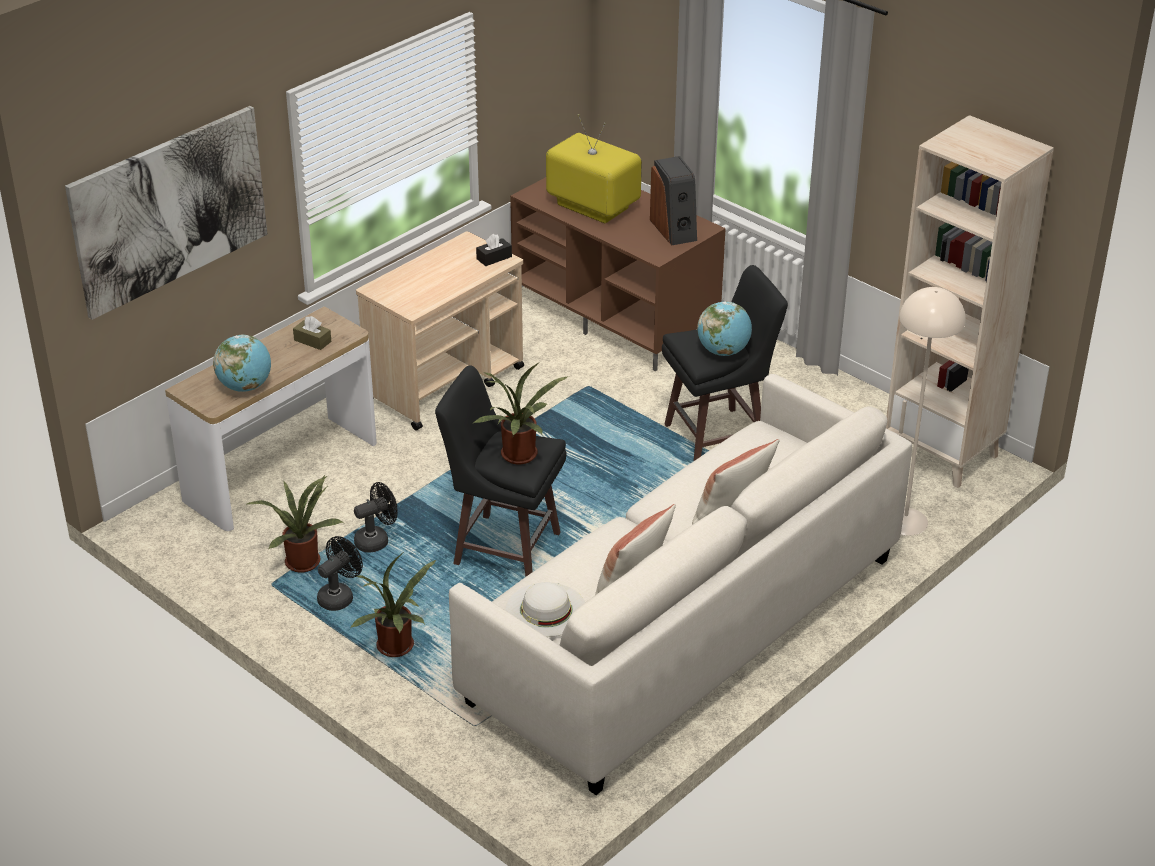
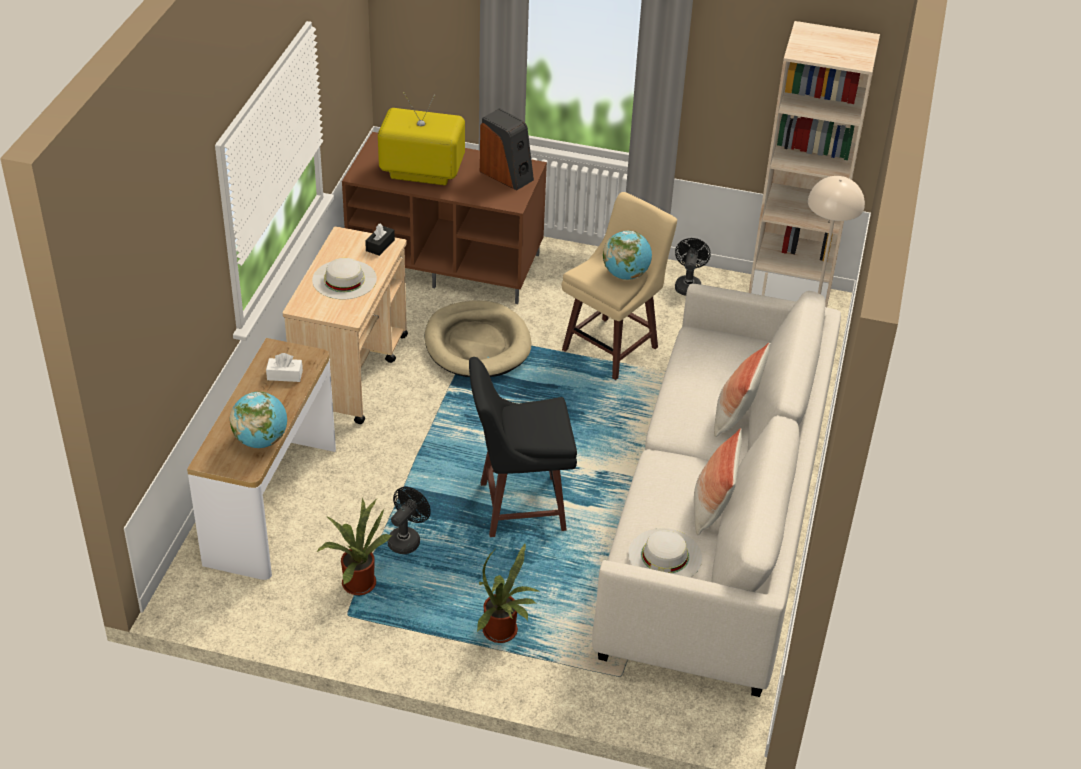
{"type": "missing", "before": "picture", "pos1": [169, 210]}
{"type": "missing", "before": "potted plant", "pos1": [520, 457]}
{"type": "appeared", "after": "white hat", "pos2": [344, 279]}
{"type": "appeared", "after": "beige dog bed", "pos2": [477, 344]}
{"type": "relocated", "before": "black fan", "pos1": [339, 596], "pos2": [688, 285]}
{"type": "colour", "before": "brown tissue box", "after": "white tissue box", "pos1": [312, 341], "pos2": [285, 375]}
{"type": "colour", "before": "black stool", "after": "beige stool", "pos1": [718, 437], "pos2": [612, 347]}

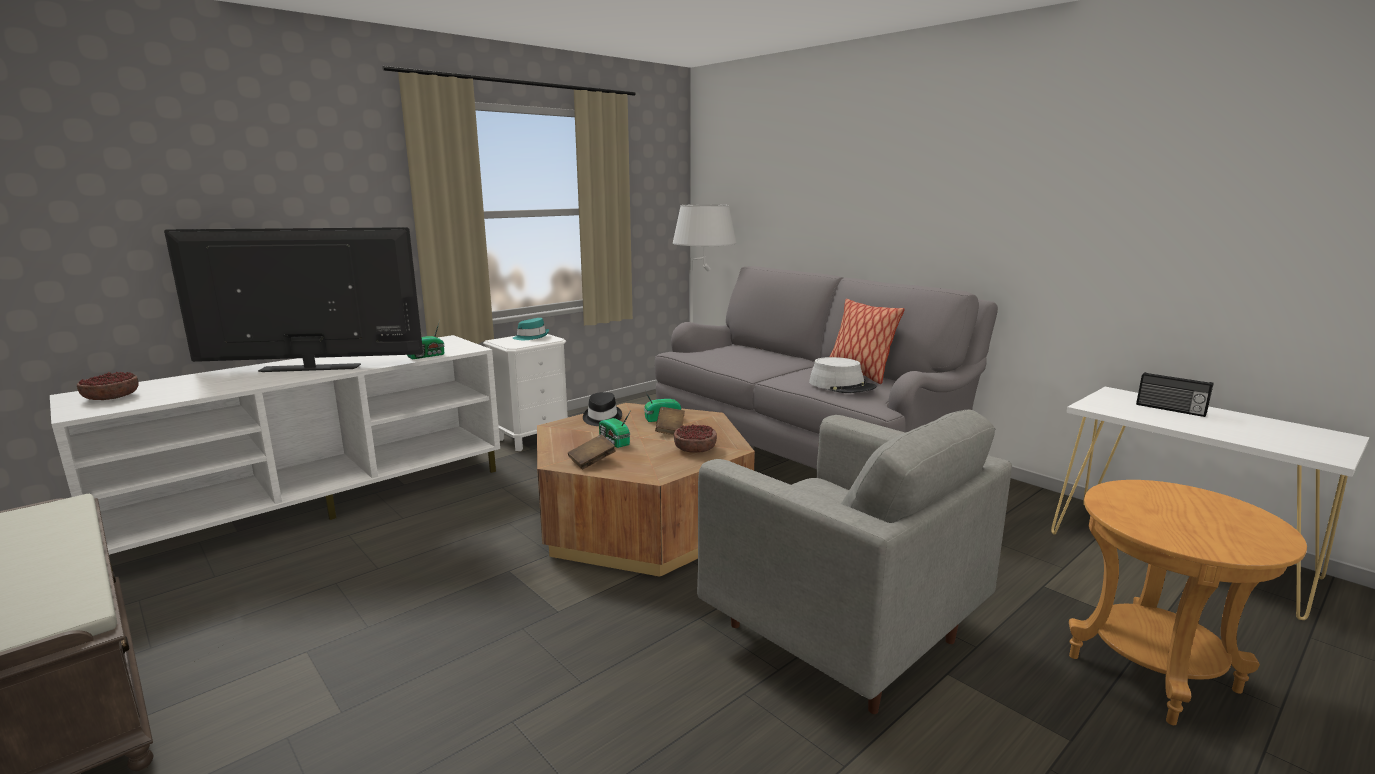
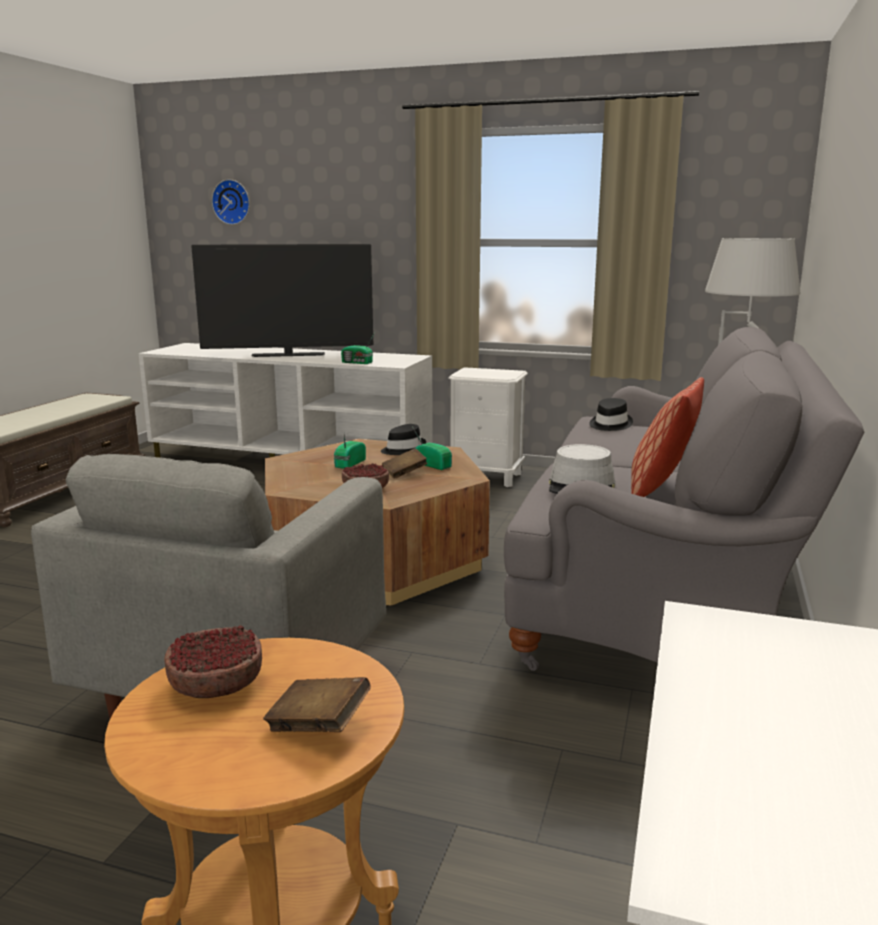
{"type": "missing", "before": "turquoise hat", "pos1": [531, 337]}
{"type": "missing", "before": "radio", "pos1": [1170, 409]}
{"type": "appeared", "after": "wall clock", "pos2": [232, 202]}
{"type": "appeared", "after": "black hat", "pos2": [609, 425]}
{"type": "relocated", "before": "bowl", "pos1": [112, 397], "pos2": [217, 684]}
{"type": "relocated", "before": "brown book", "pos1": [592, 461], "pos2": [318, 726]}
{"type": "spun", "before": "television", "pos1": [310, 368], "pos2": [288, 355], "turn": 120}

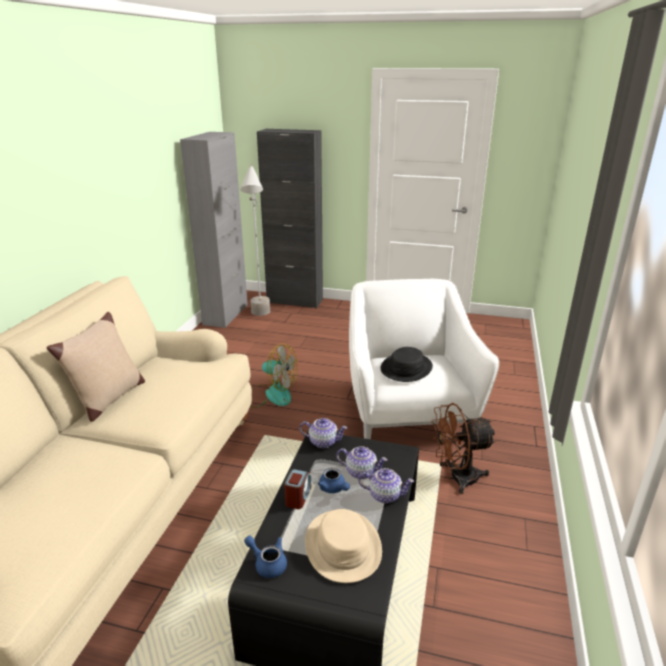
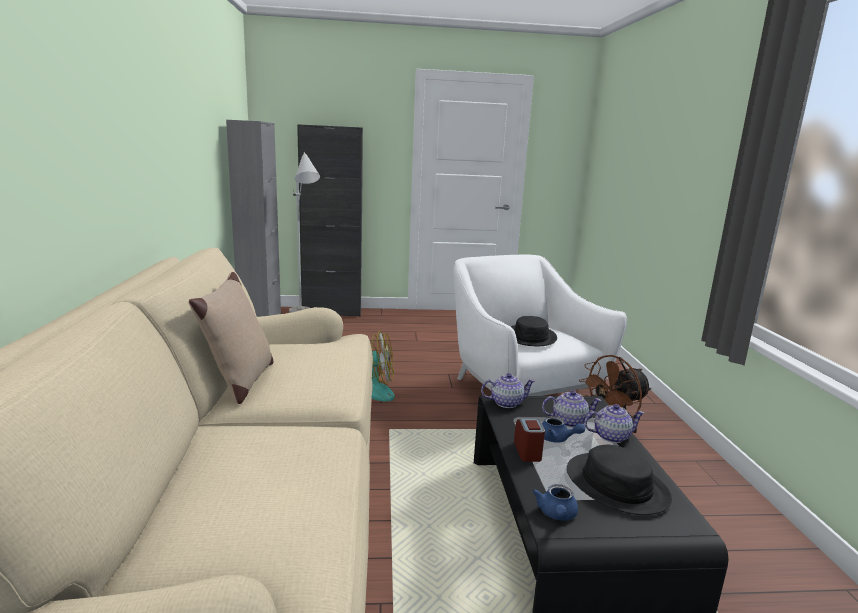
{"type": "colour", "before": "beige hat", "after": "black hat", "pos1": [343, 546], "pos2": [616, 484]}
{"type": "spun", "before": "blue teapot", "pos1": [267, 563], "pos2": [556, 515], "turn": -90}

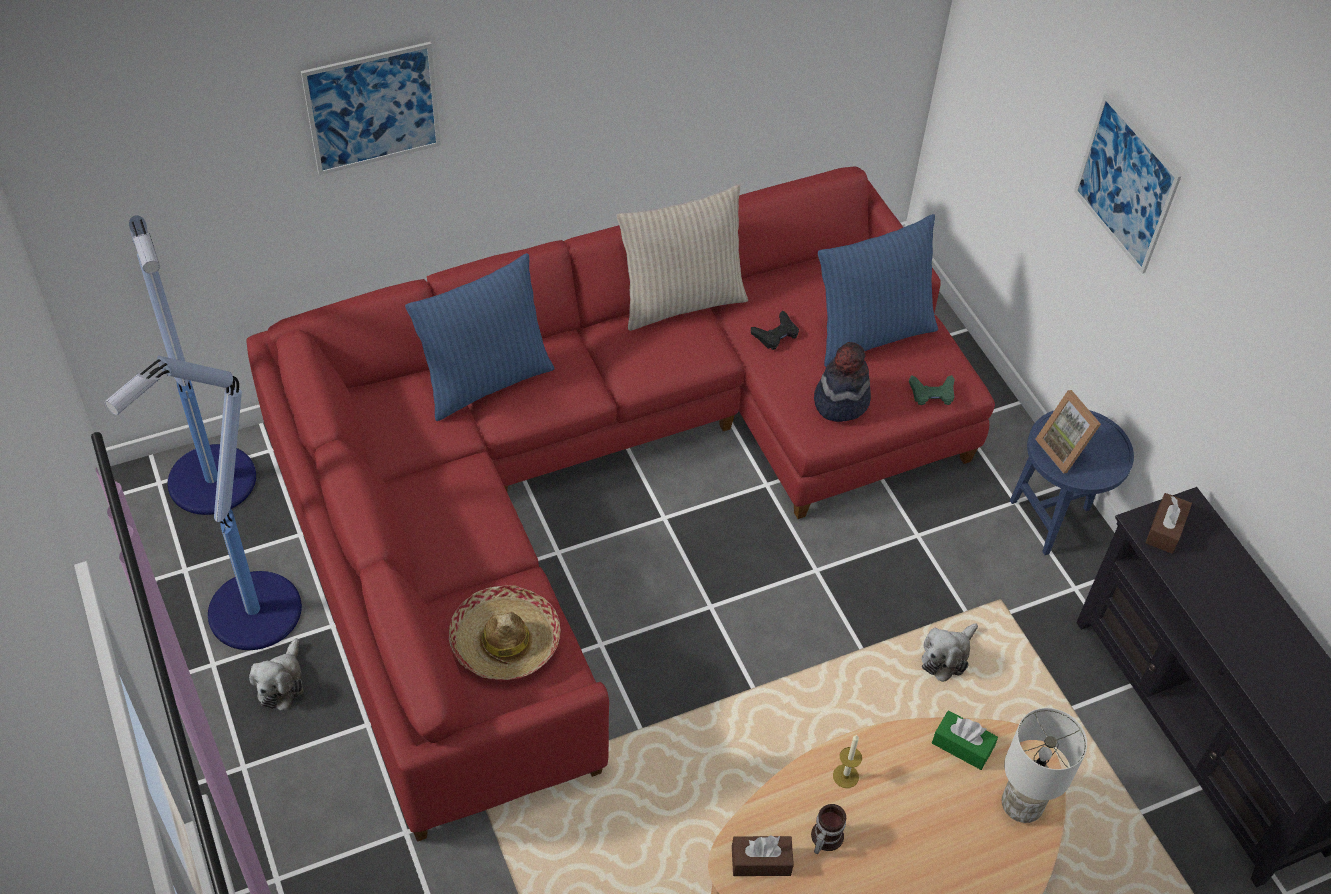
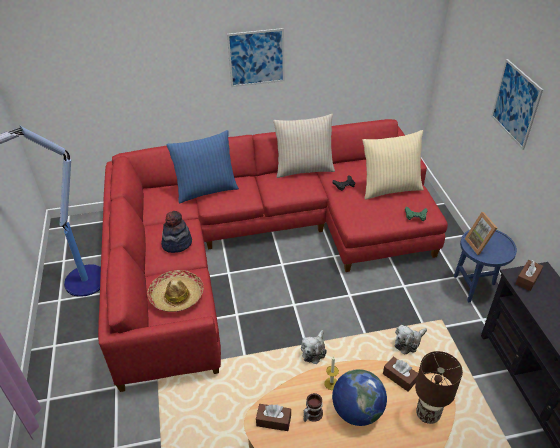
{"type": "missing", "before": "floor lamp", "pos1": [213, 482]}
{"type": "appeared", "after": "globe", "pos2": [357, 411]}
{"type": "relocated", "before": "plush toy", "pos1": [281, 683], "pos2": [314, 351]}
{"type": "relocated", "before": "picture", "pos1": [373, 108], "pos2": [256, 58]}
{"type": "relocated", "before": "hat", "pos1": [840, 401], "pos2": [177, 243]}
{"type": "colour", "before": "blue pillow", "after": "beige pillow", "pos1": [871, 333], "pos2": [390, 188]}
{"type": "colour", "before": "green tissue box", "after": "brown tissue box", "pos1": [962, 745], "pos2": [399, 377]}
{"type": "colour", "before": "white table lamp", "after": "brown table lamp", "pos1": [1020, 805], "pos2": [427, 414]}

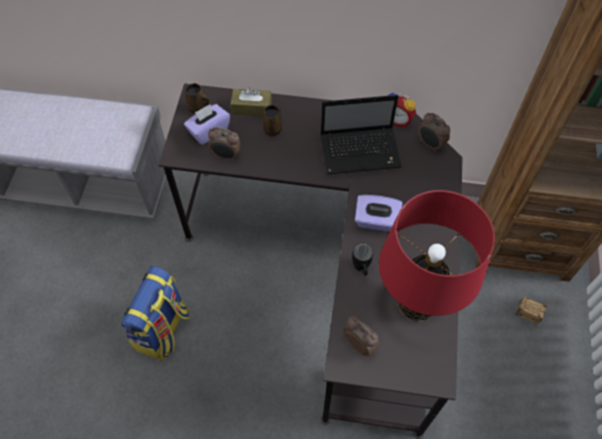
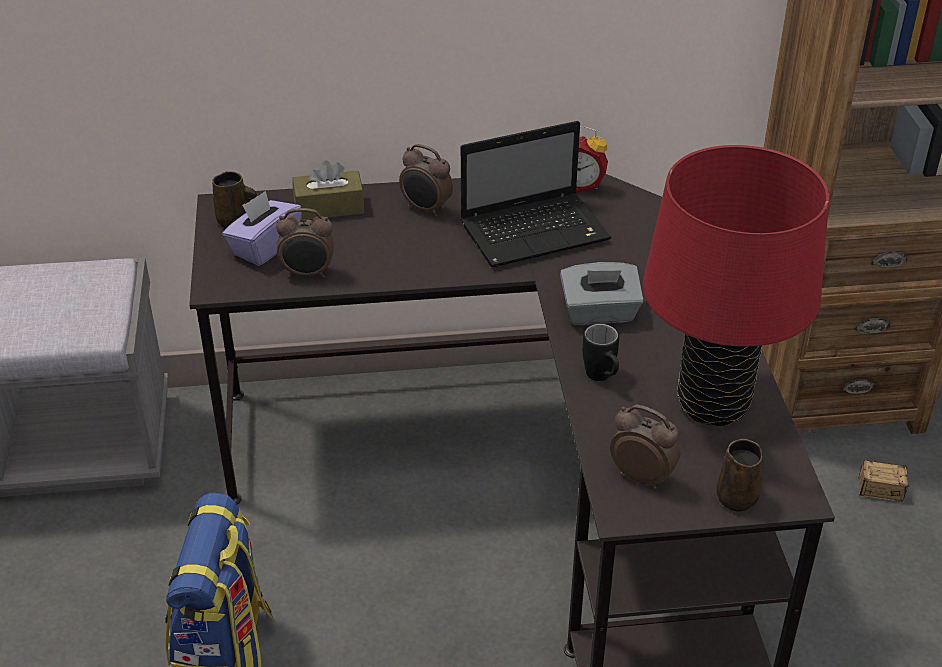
{"type": "relocated", "before": "brown mug", "pos1": [273, 129], "pos2": [737, 496]}
{"type": "relocated", "before": "alarm clock", "pos1": [430, 144], "pos2": [426, 209]}
{"type": "colour", "before": "purple tissue box", "after": "grey tissue box", "pos1": [376, 221], "pos2": [599, 313]}

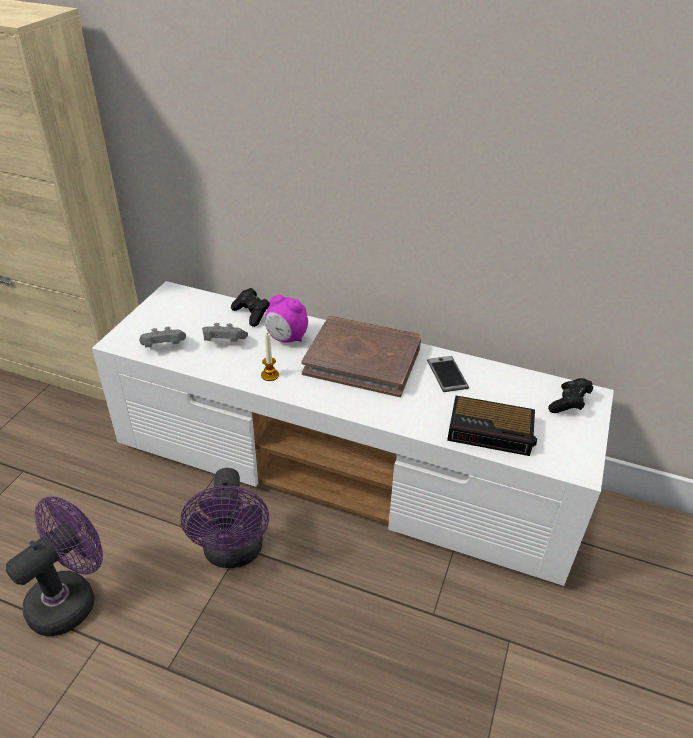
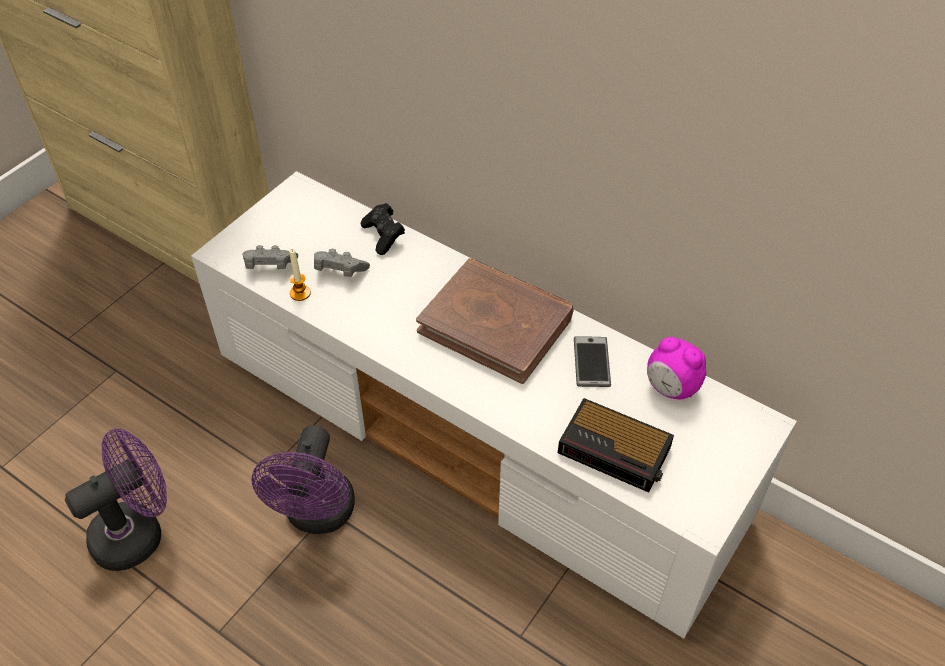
{"type": "missing", "before": "black game controller", "pos1": [569, 404]}
{"type": "relocated", "before": "candle", "pos1": [270, 375], "pos2": [300, 293]}
{"type": "relocated", "before": "alarm clock", "pos1": [286, 339], "pos2": [671, 388]}

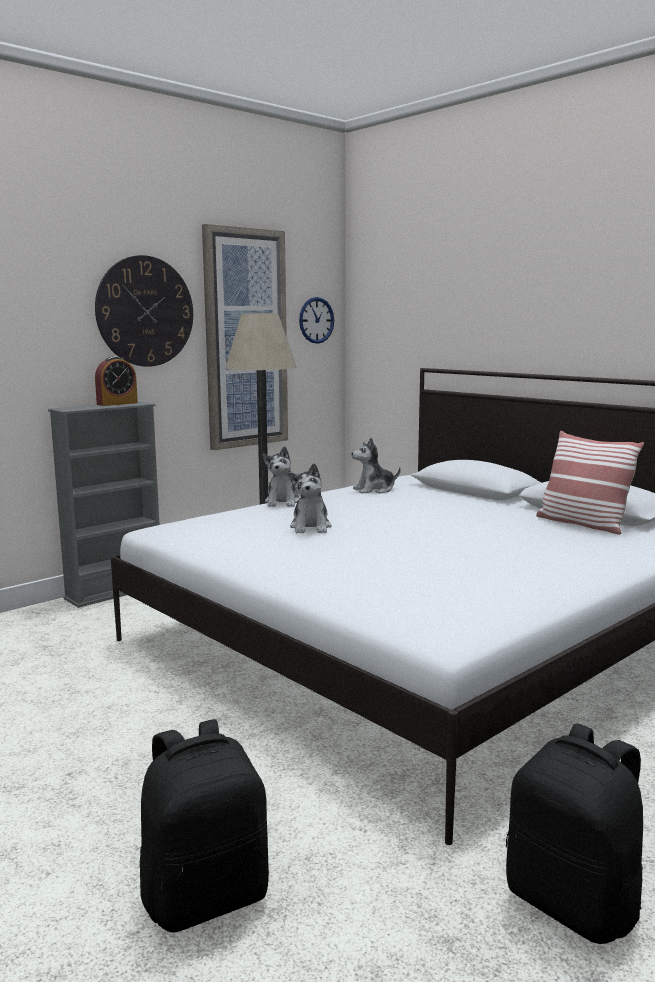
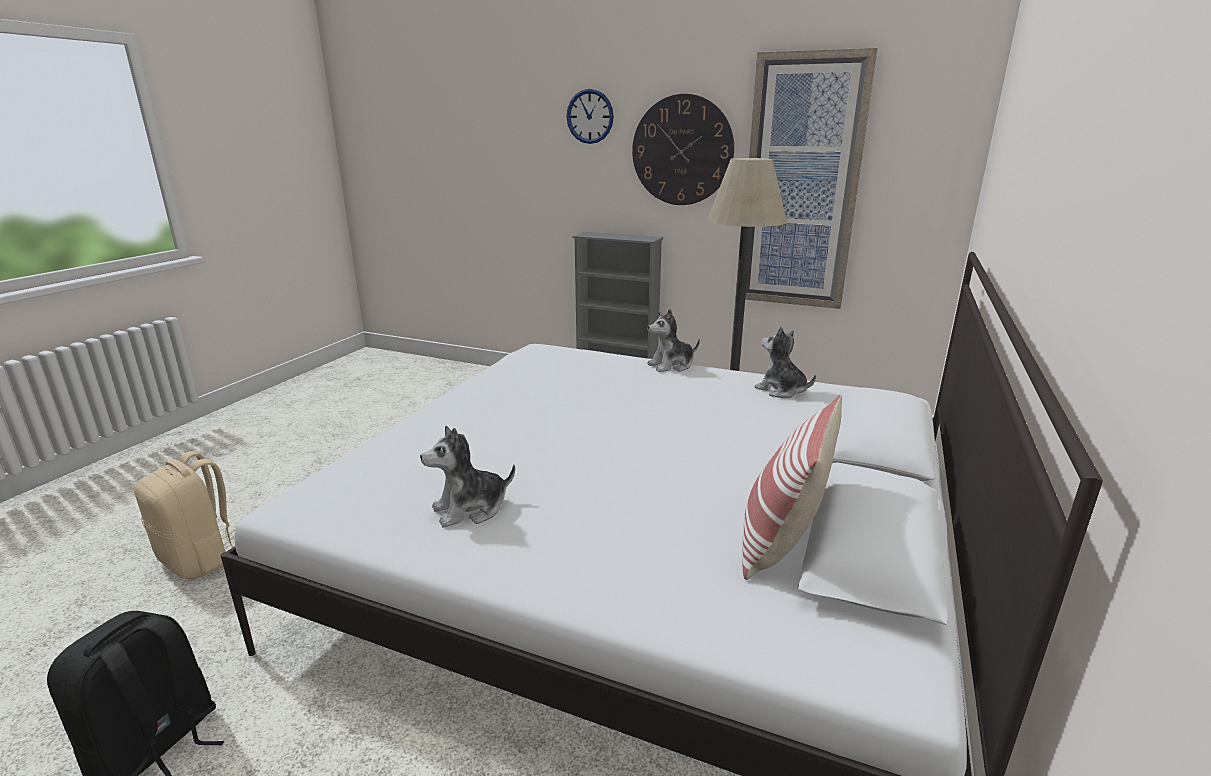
{"type": "missing", "before": "alarm clock", "pos1": [117, 403]}
{"type": "relocated", "before": "plush toy", "pos1": [311, 527], "pos2": [470, 509]}
{"type": "relocated", "before": "wall clock", "pos1": [316, 320], "pos2": [590, 116]}
{"type": "colour", "before": "black backpack", "after": "beige backpack", "pos1": [206, 896], "pos2": [201, 559]}

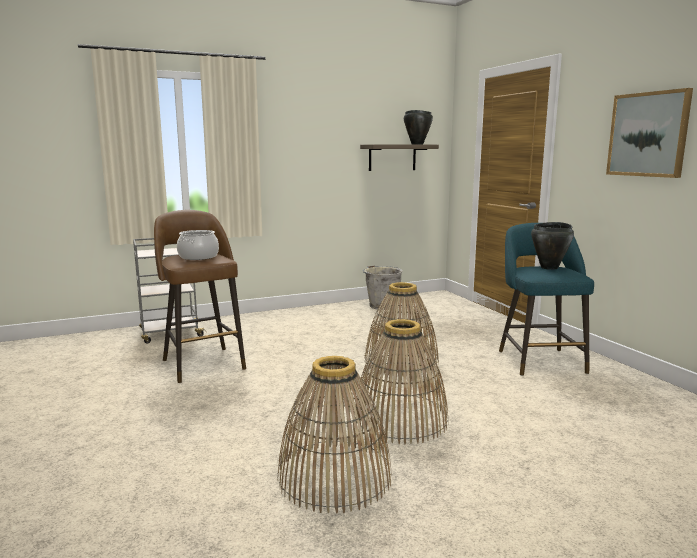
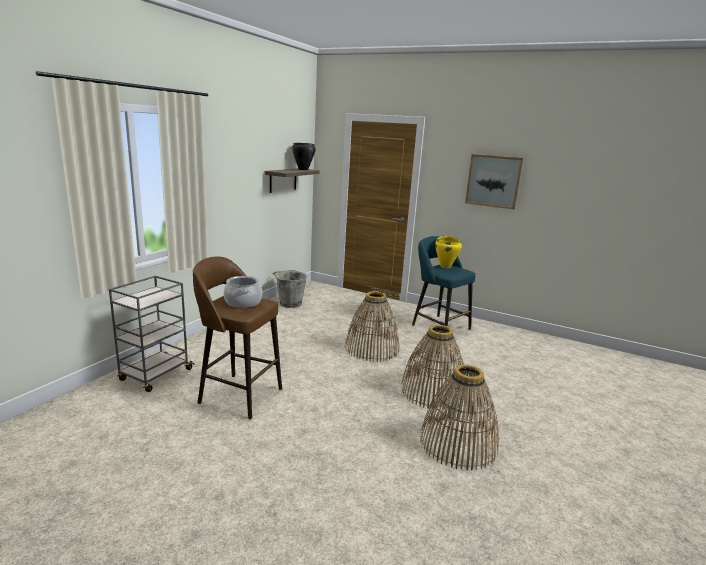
{"type": "colour", "before": "black cooking pot", "after": "yellow cooking pot", "pos1": [549, 267], "pos2": [445, 266]}

